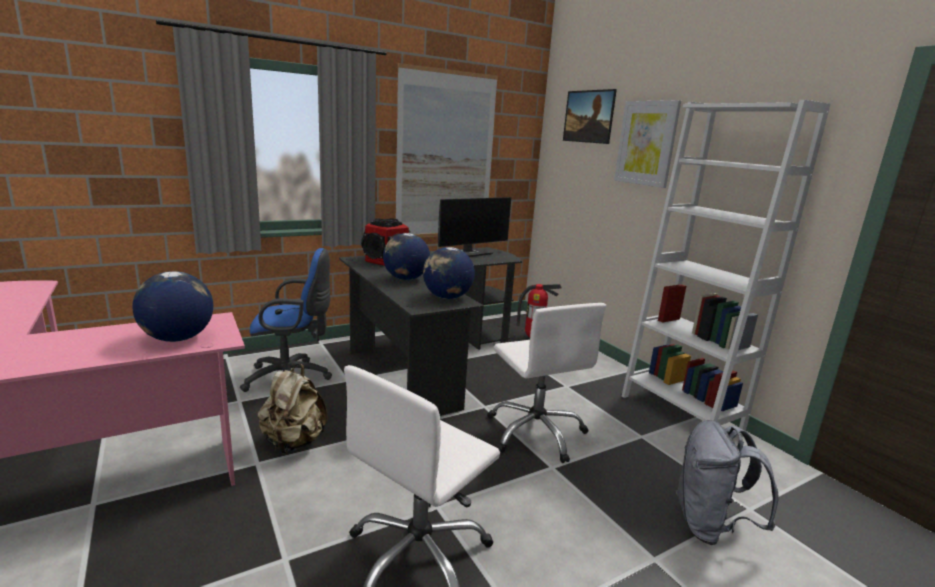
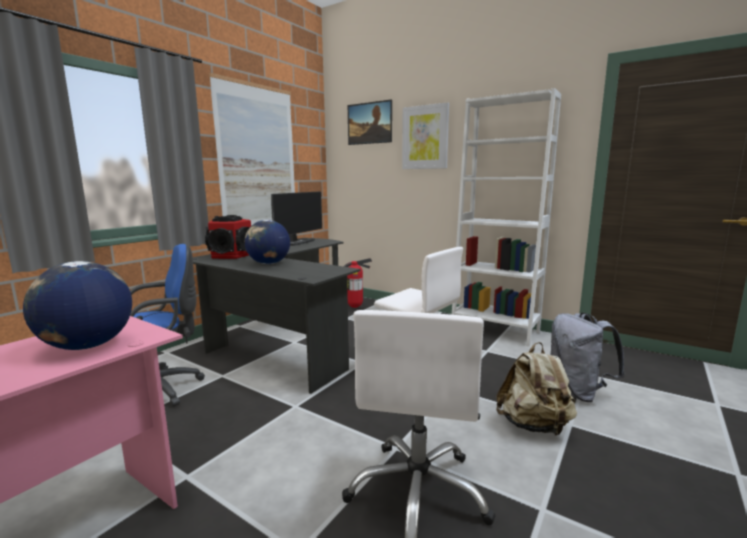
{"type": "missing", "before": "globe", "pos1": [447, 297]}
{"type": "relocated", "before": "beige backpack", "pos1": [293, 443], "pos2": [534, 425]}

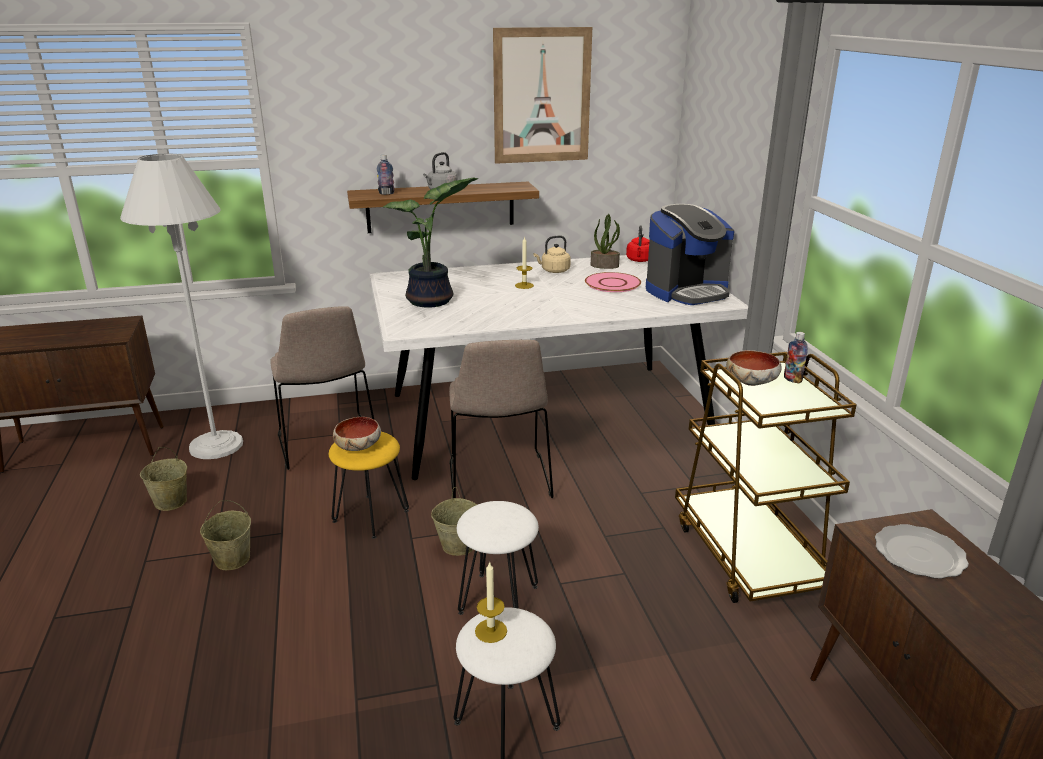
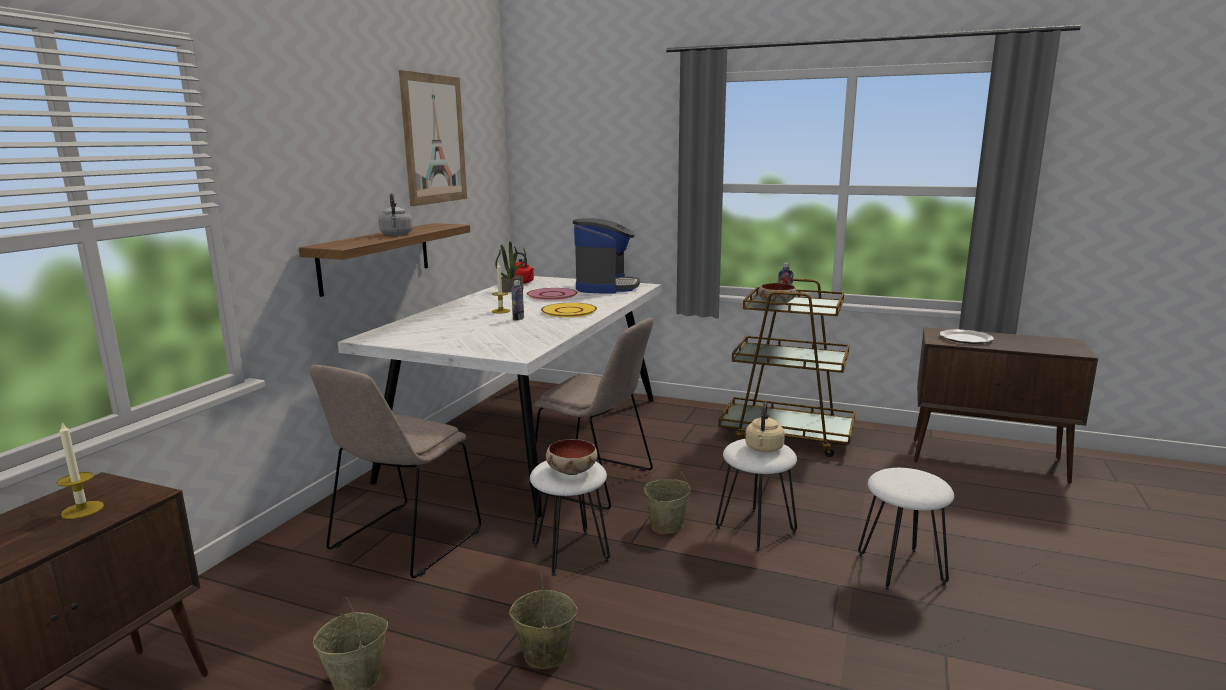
{"type": "missing", "before": "white floor lamp", "pos1": [216, 445]}
{"type": "missing", "before": "potted plant", "pos1": [432, 301]}
{"type": "appeared", "after": "yellow plate", "pos2": [568, 311]}
{"type": "relocated", "before": "bottle", "pos1": [386, 193], "pos2": [518, 319]}
{"type": "relocated", "before": "candle", "pos1": [491, 631], "pos2": [82, 510]}
{"type": "relocated", "before": "beige kettle", "pos1": [554, 271], "pos2": [764, 449]}
{"type": "colour", "before": "yellow stool", "after": "white stool", "pos1": [371, 515], "pos2": [570, 552]}
{"type": "spun", "before": "beige chair", "pos1": [328, 444], "pos2": [403, 542], "turn": 105}

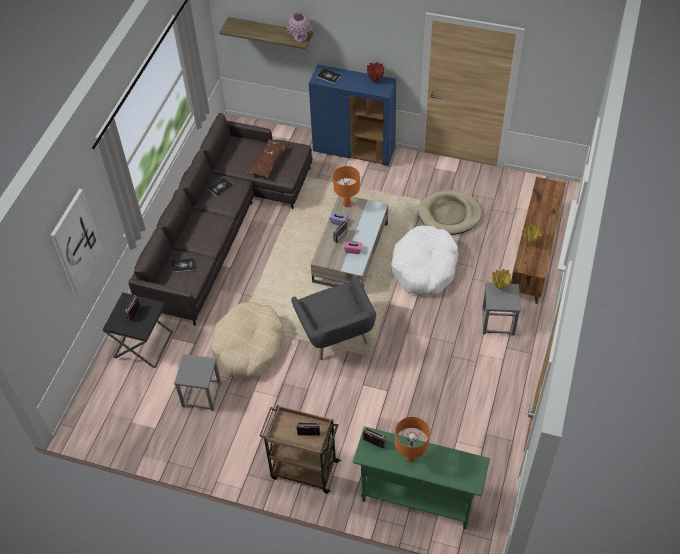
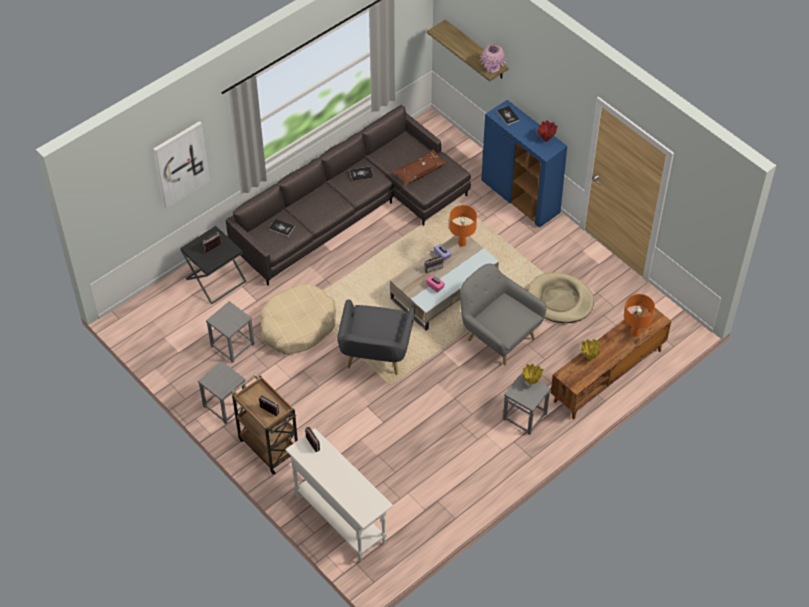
{"type": "appeared", "after": "grey stool", "pos2": [225, 405]}
{"type": "relocated", "before": "orange table lamp", "pos1": [410, 457], "pos2": [634, 333]}
{"type": "exchanged", "before": "white dog bed", "after": "grey armchair", "pos1": [424, 267], "pos2": [498, 336]}
{"type": "colour", "before": "green console table", "after": "white console table", "pos1": [417, 499], "pos2": [340, 518]}

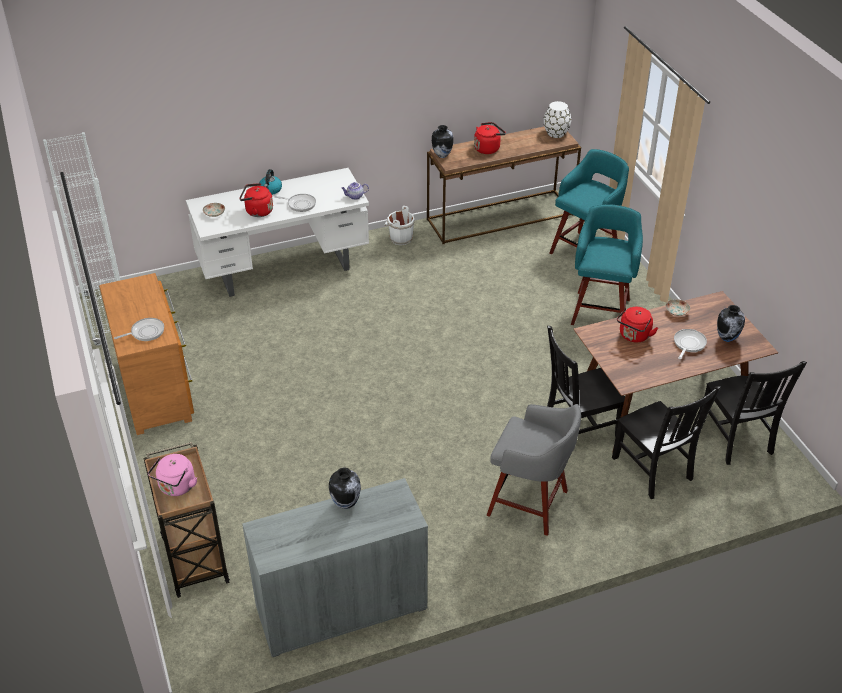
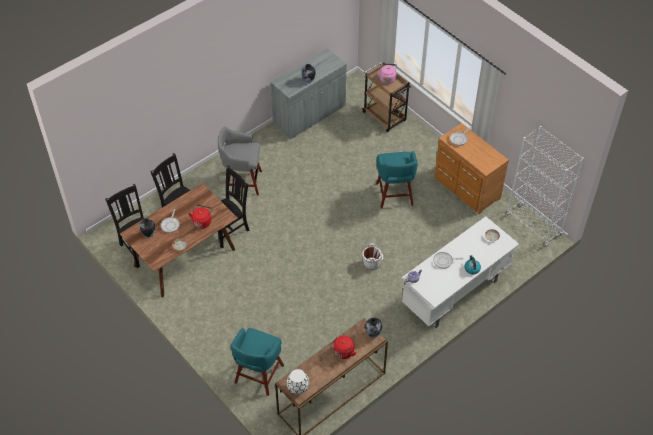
{"type": "missing", "before": "red kettle", "pos1": [257, 211]}
{"type": "relocated", "before": "white bucket", "pos1": [400, 238], "pos2": [372, 264]}
{"type": "relocated", "before": "turquoise stool", "pos1": [601, 310], "pos2": [394, 195]}

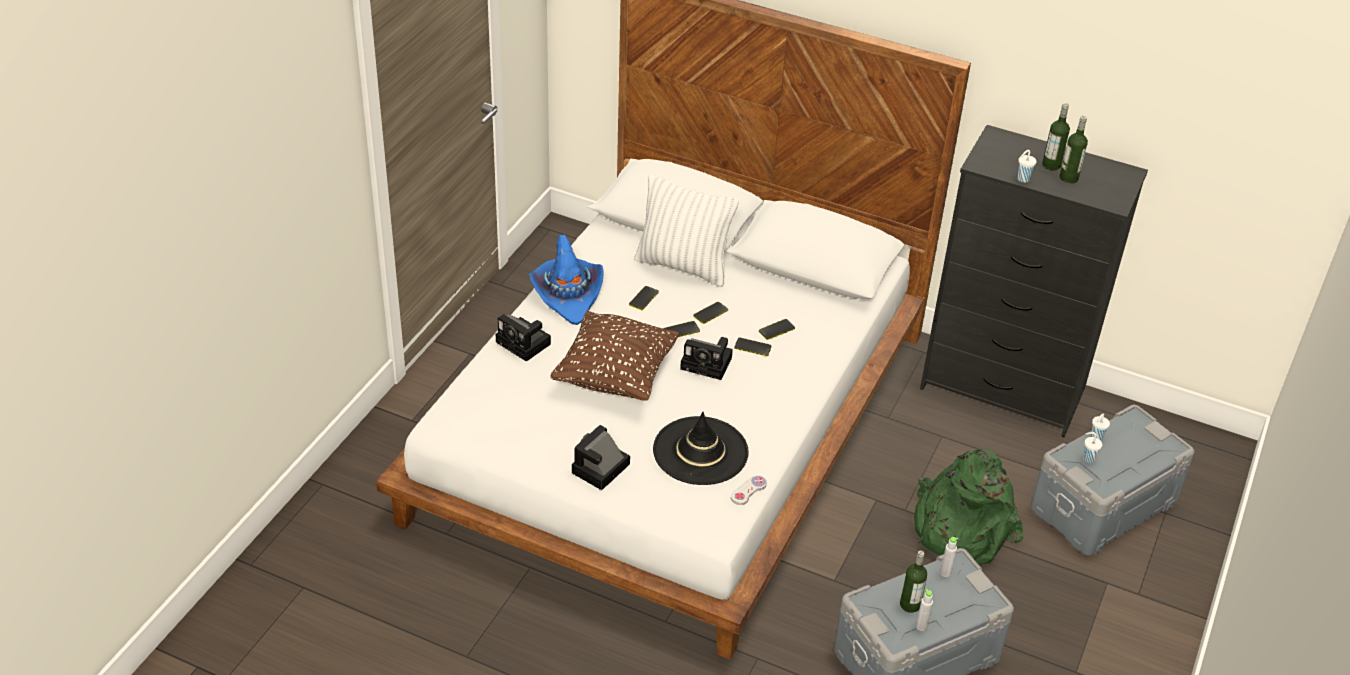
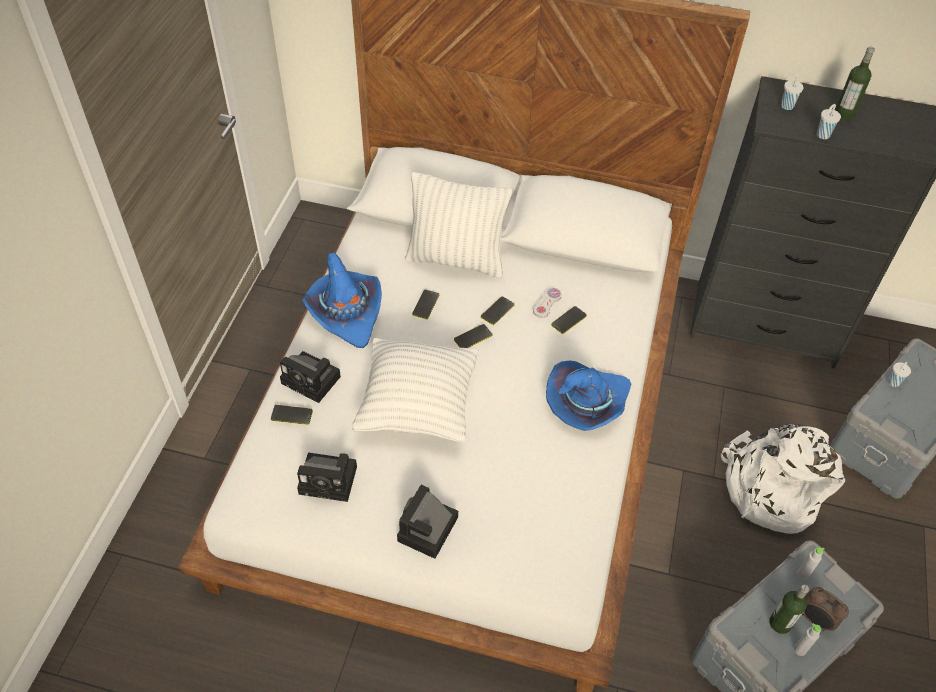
{"type": "missing", "before": "black hat", "pos1": [700, 451]}
{"type": "missing", "before": "bottle", "pos1": [1068, 178]}
{"type": "appeared", "after": "blue hat", "pos2": [586, 403]}
{"type": "appeared", "after": "alarm clock", "pos2": [815, 620]}
{"type": "relocated", "before": "photo camera", "pos1": [708, 363], "pos2": [331, 480]}
{"type": "relocated", "before": "white game controller", "pos1": [748, 491], "pos2": [547, 303]}
{"type": "relocated", "before": "phone", "pos1": [752, 347], "pos2": [291, 415]}
{"type": "relocated", "before": "white cup", "pos1": [1088, 458], "pos2": [786, 106]}
{"type": "colour", "before": "brown pillow", "after": "white pillow", "pos1": [615, 376], "pos2": [417, 406]}
{"type": "colour", "before": "green backpack", "after": "white backpack", "pos1": [959, 528], "pos2": [770, 489]}

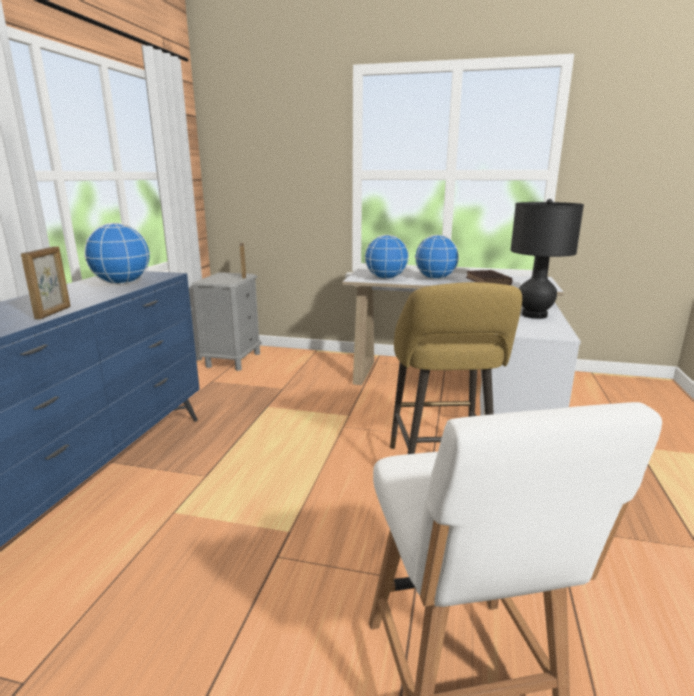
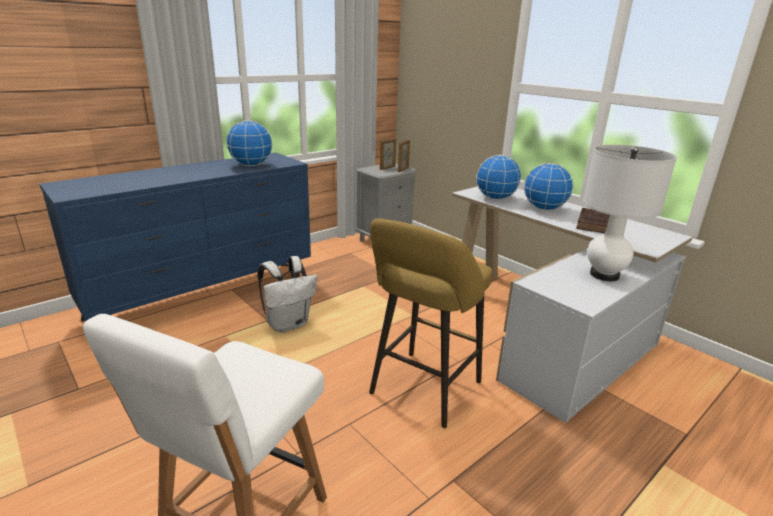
{"type": "appeared", "after": "white backpack", "pos2": [288, 324]}
{"type": "relocated", "before": "picture frame", "pos1": [54, 313], "pos2": [387, 168]}
{"type": "colour", "before": "black table lamp", "after": "white table lamp", "pos1": [534, 315], "pos2": [604, 275]}

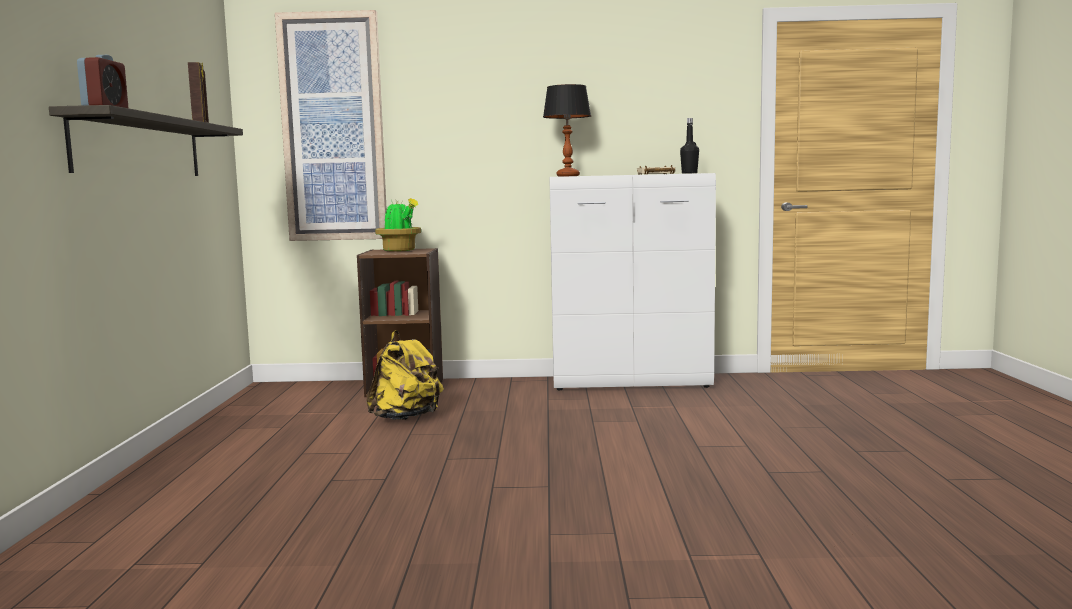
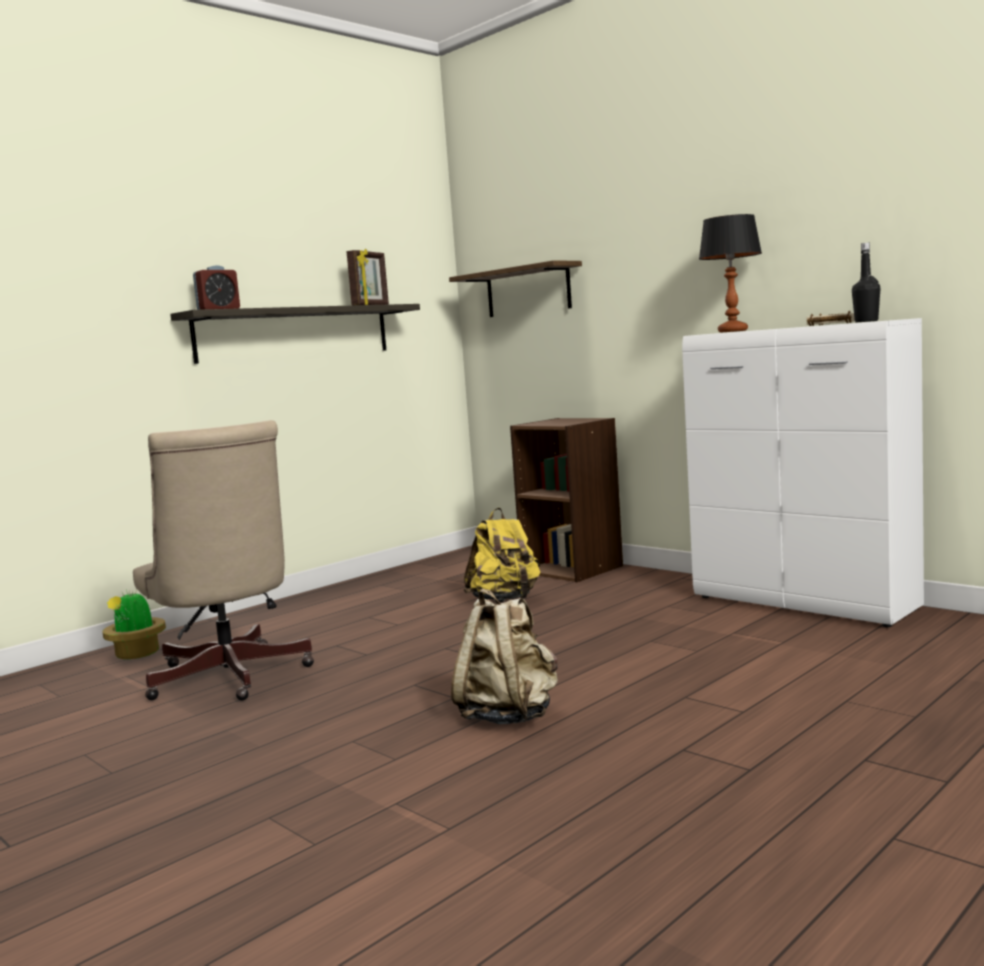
{"type": "appeared", "after": "beige office chair", "pos2": [229, 679]}
{"type": "appeared", "after": "beige backpack", "pos2": [508, 715]}
{"type": "relocated", "before": "potted plant", "pos1": [400, 250], "pos2": [136, 654]}
{"type": "exchanged", "before": "picture", "after": "shelf", "pos1": [333, 128], "pos2": [528, 291]}

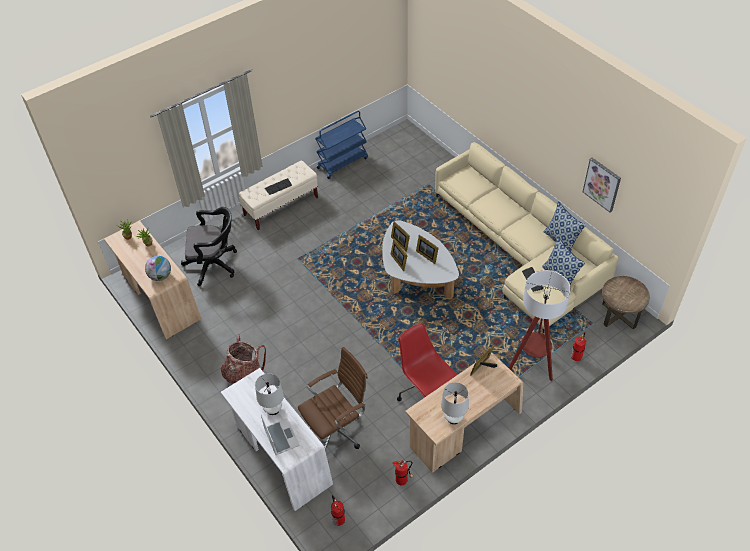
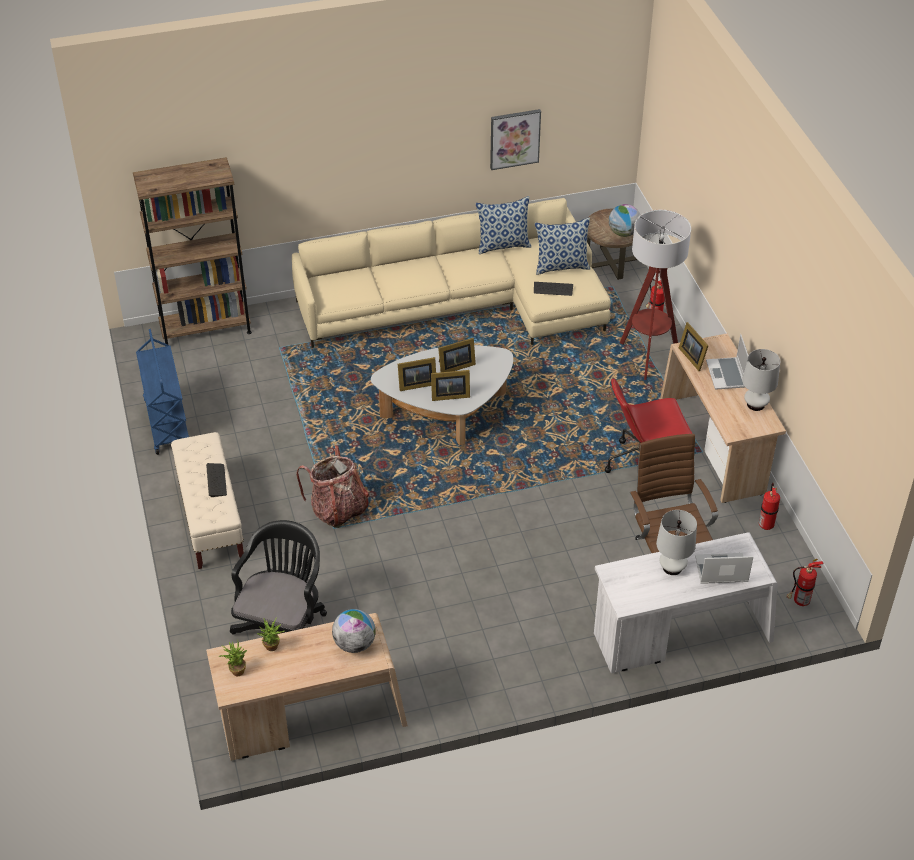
{"type": "appeared", "after": "brown bookcase", "pos2": [205, 329]}
{"type": "appeared", "after": "globe", "pos2": [623, 233]}
{"type": "appeared", "after": "laptop", "pos2": [727, 375]}
{"type": "relocated", "before": "backpack", "pos1": [244, 375], "pos2": [338, 509]}

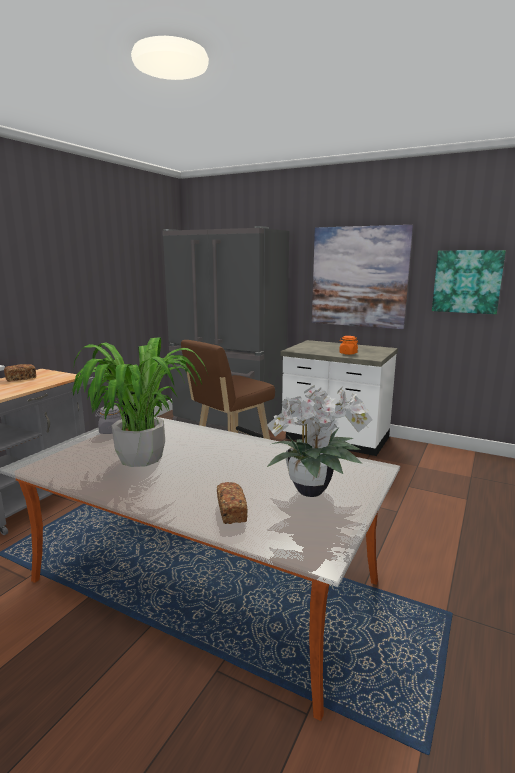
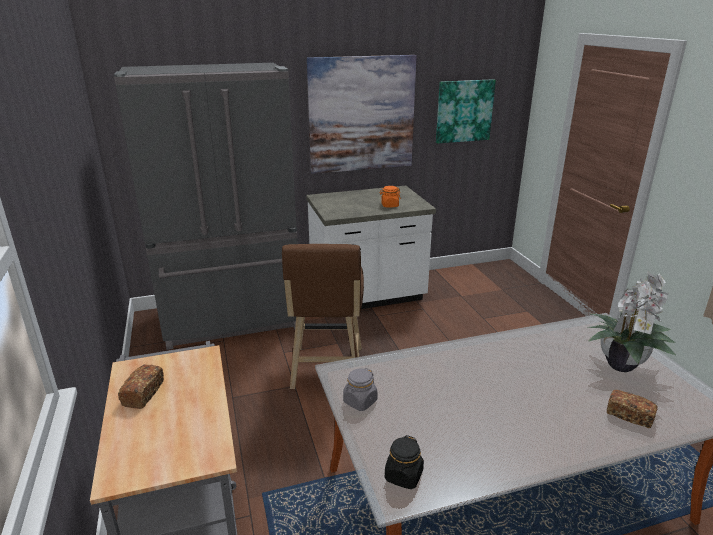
{"type": "missing", "before": "potted plant", "pos1": [139, 458]}
{"type": "appeared", "after": "black jar", "pos2": [403, 476]}

